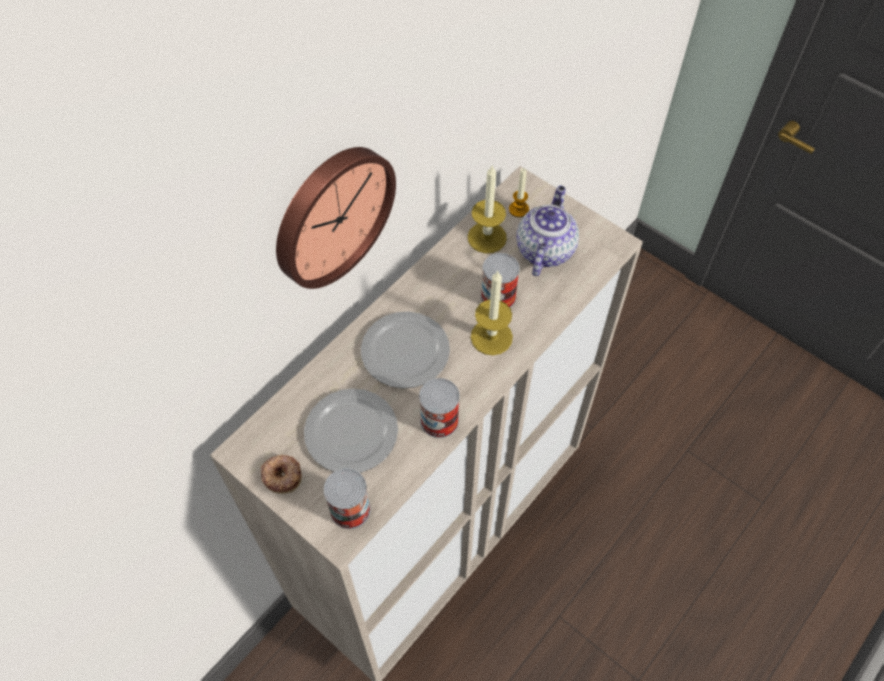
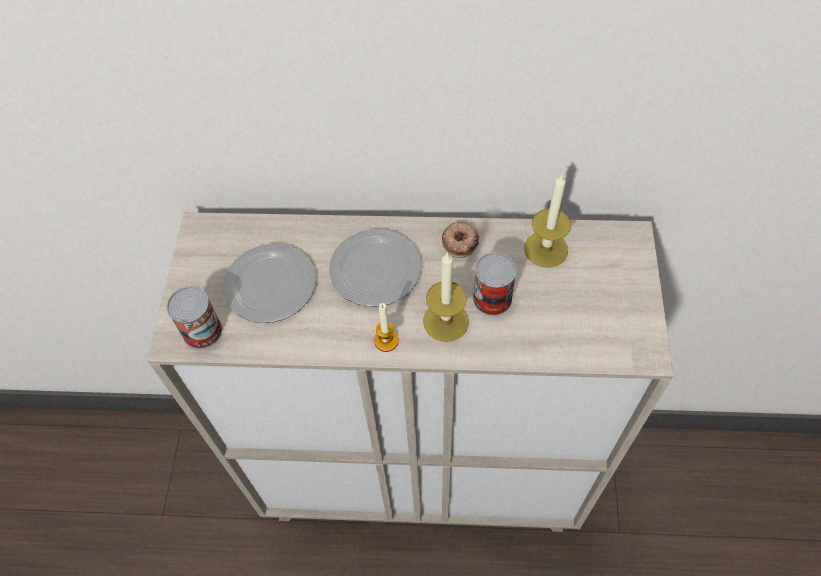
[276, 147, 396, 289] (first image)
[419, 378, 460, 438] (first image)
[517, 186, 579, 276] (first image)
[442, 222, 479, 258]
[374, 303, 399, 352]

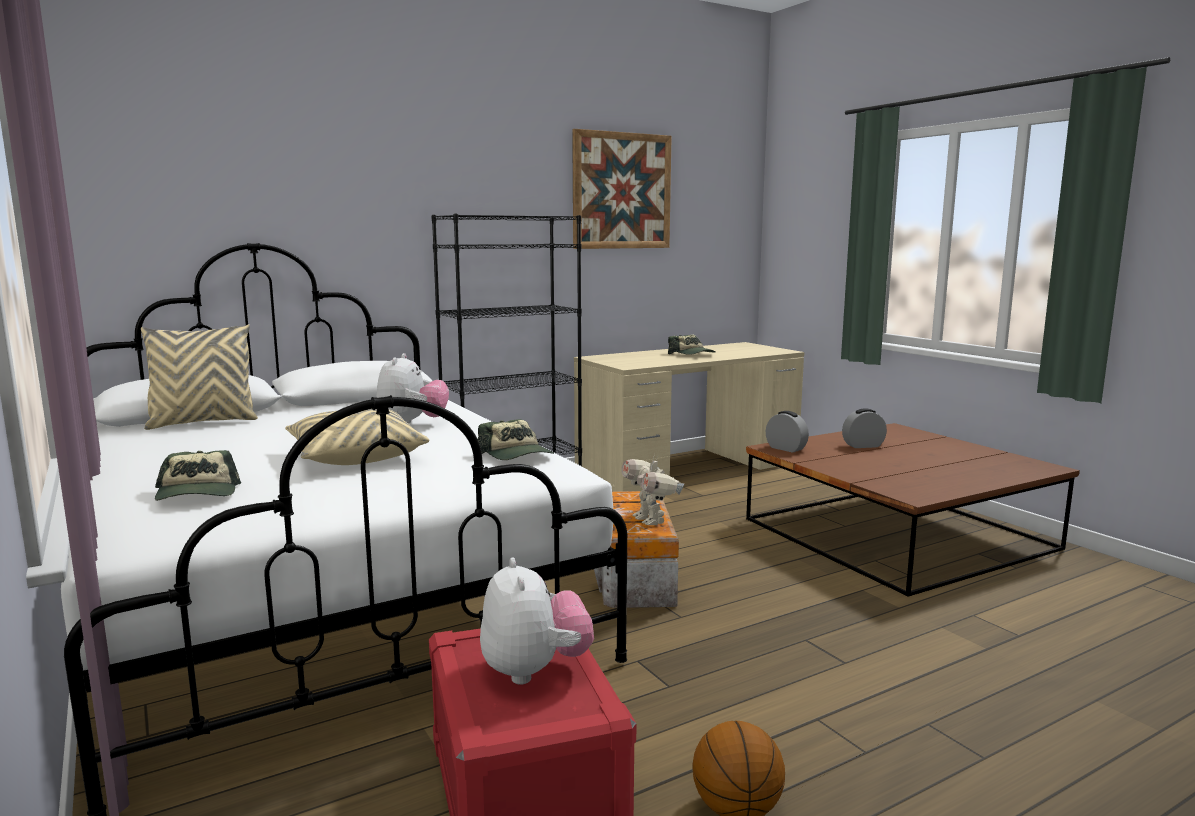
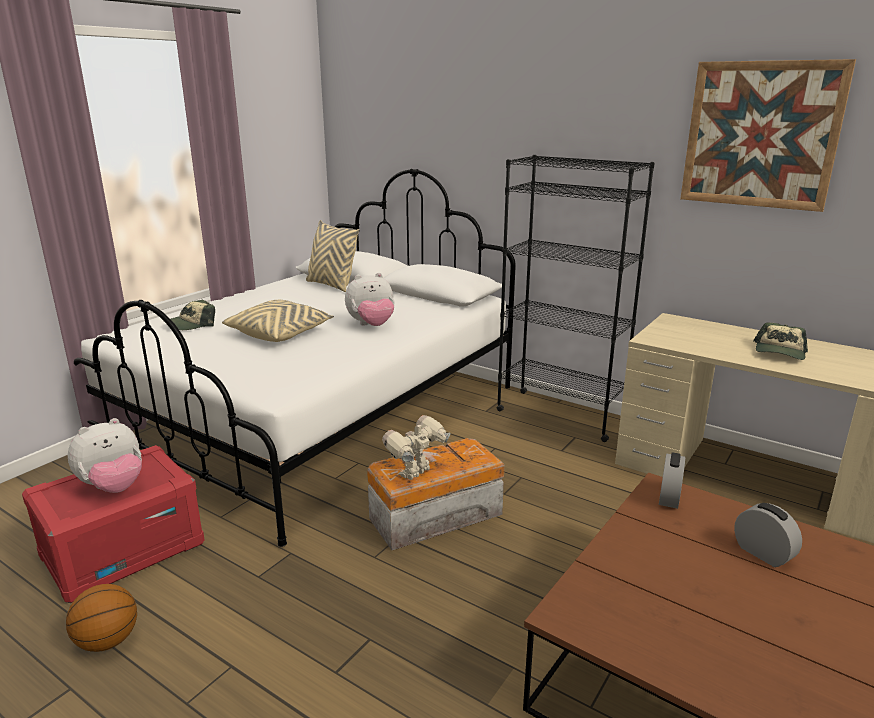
[478, 419, 554, 460] (first image)

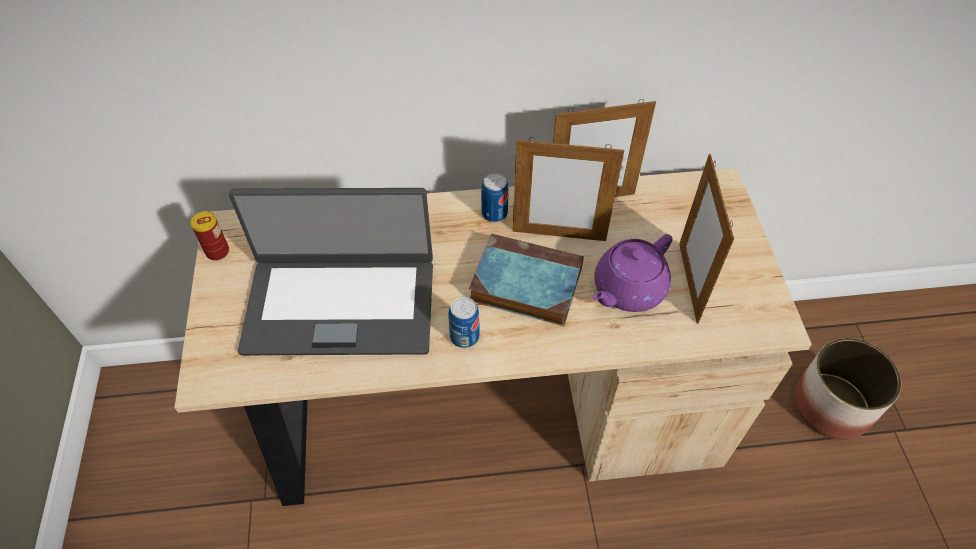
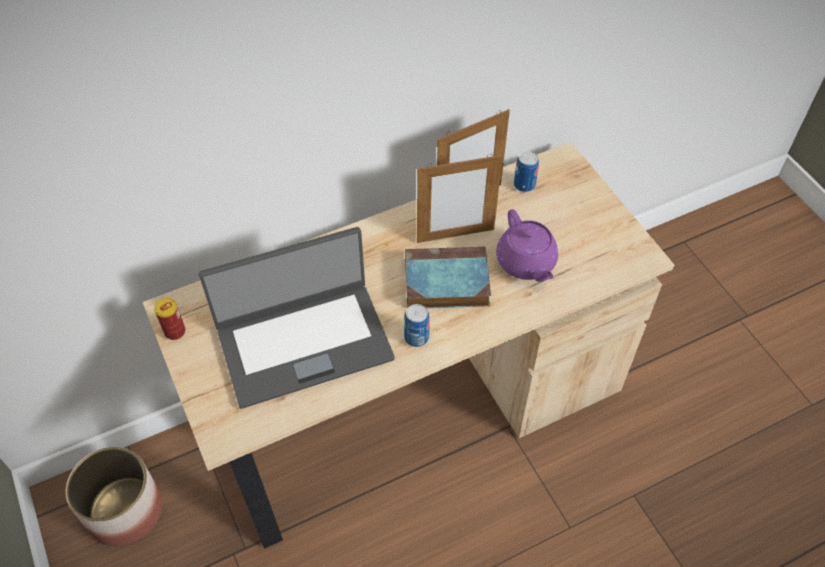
[679, 154, 734, 324] (first image)
[514, 151, 539, 192]
[66, 447, 163, 546]
[496, 209, 558, 282]

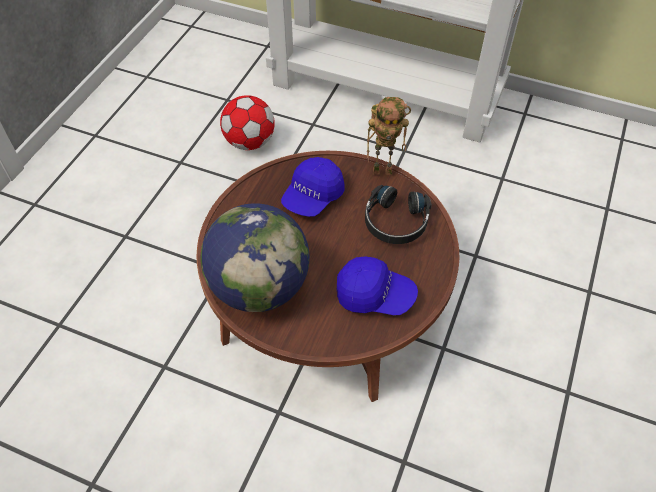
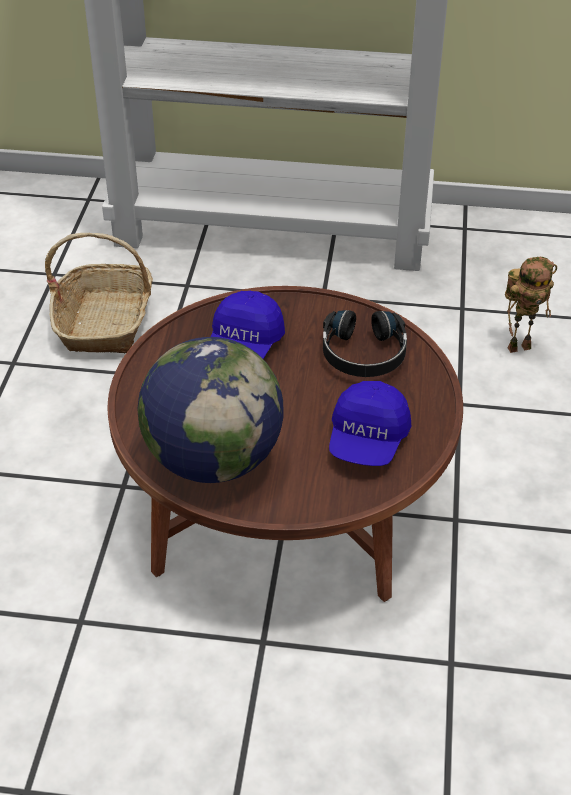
[505, 257, 557, 353]
[45, 233, 153, 353]
[329, 381, 412, 466]

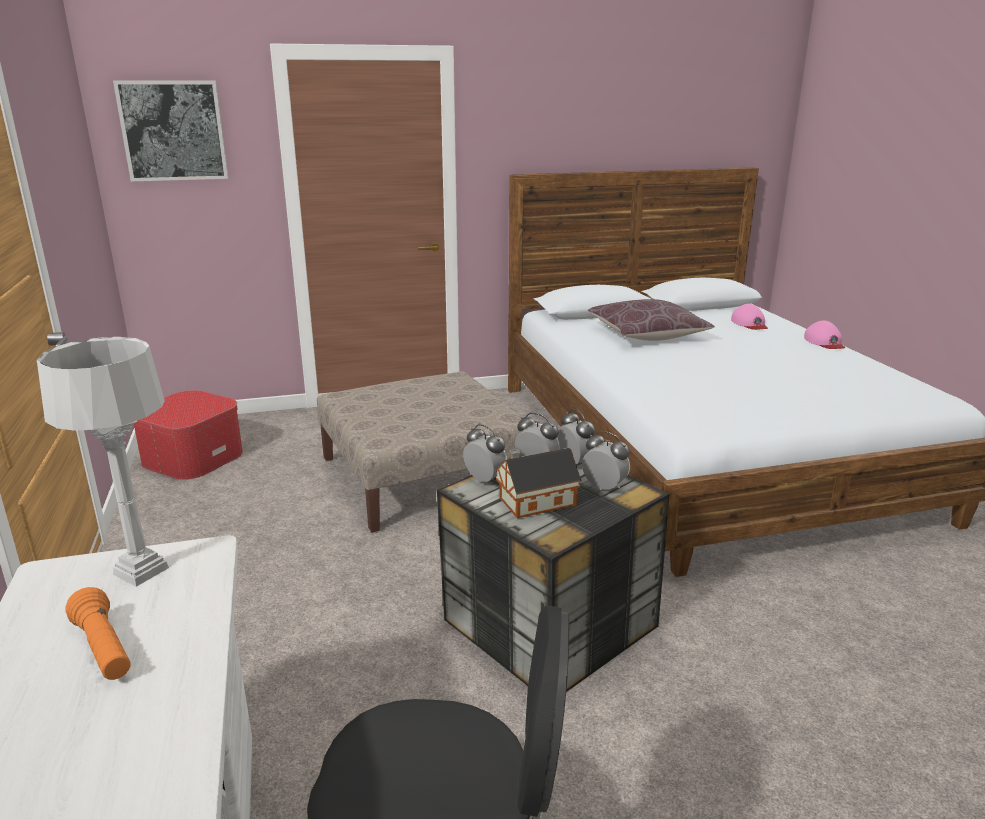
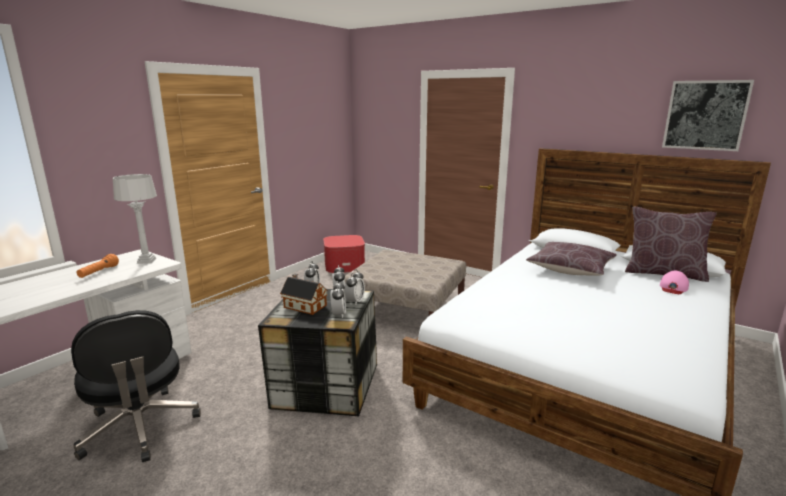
[804, 320, 845, 349] (first image)
[625, 207, 716, 282]
[662, 80, 754, 151]

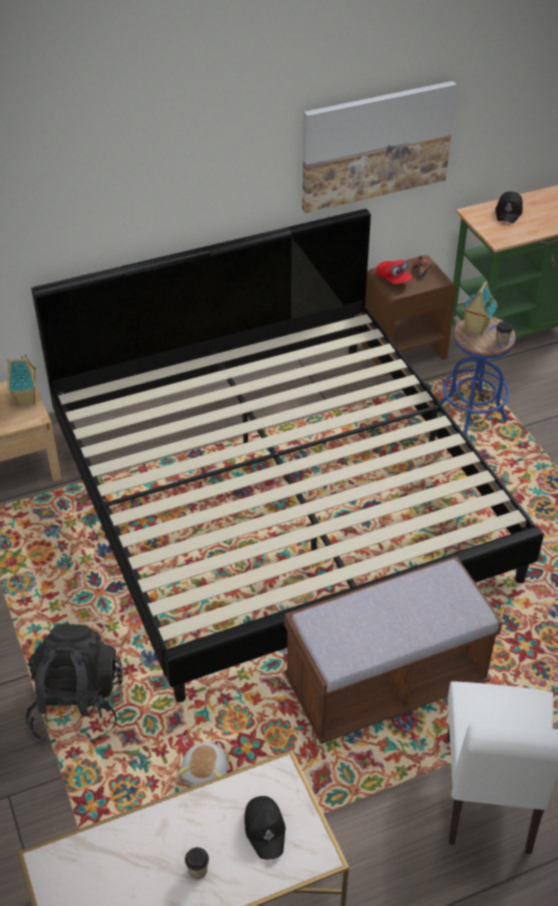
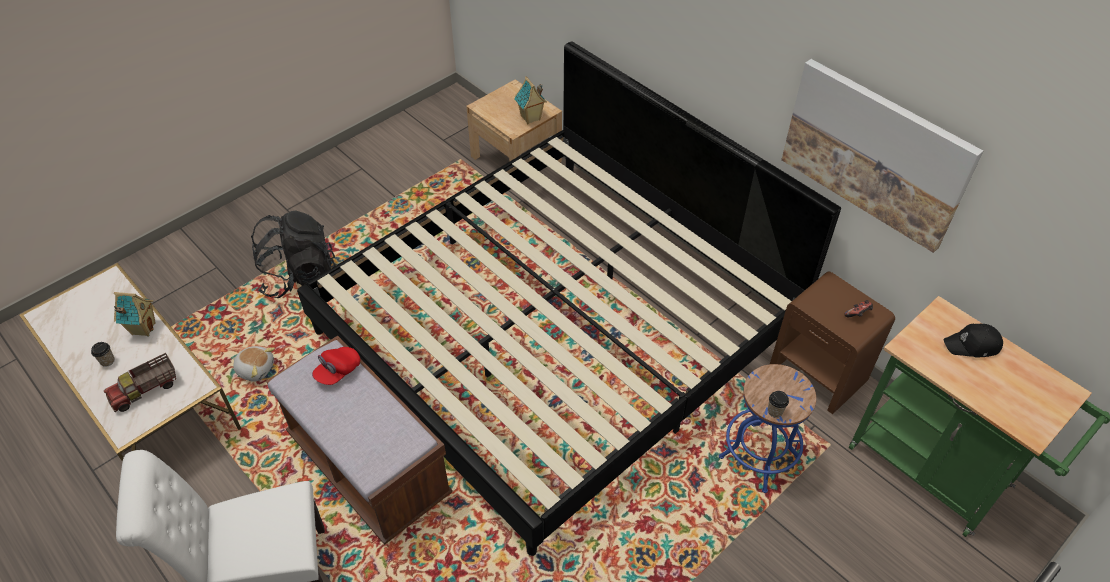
[312, 347, 360, 385]
[114, 292, 156, 337]
[104, 353, 176, 412]
[233, 346, 275, 382]

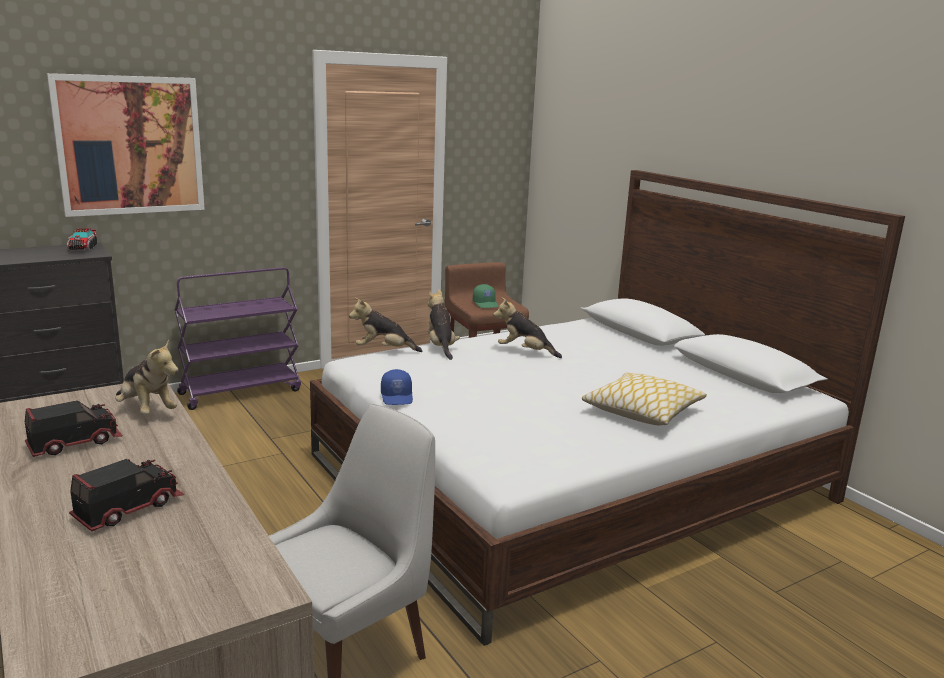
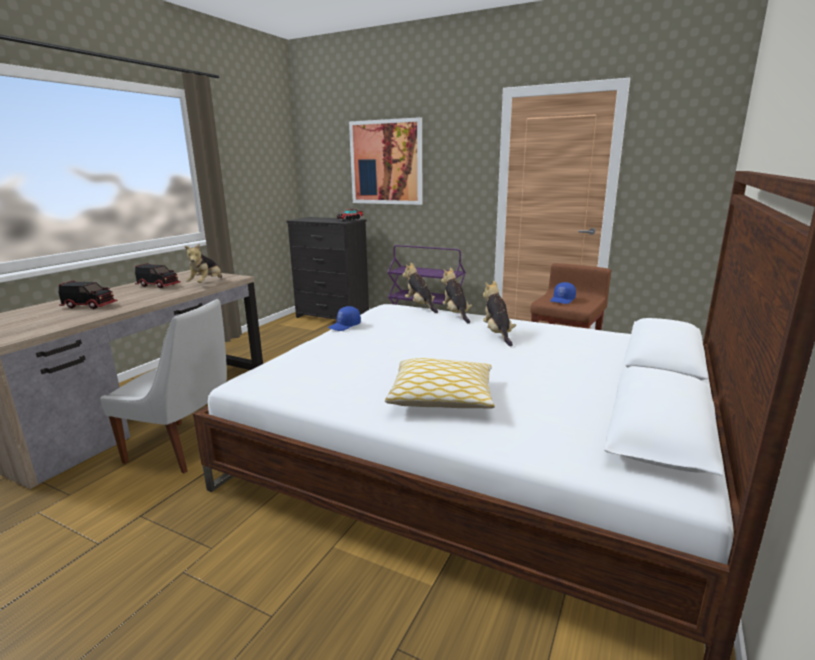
[550, 282, 576, 304]
[441, 268, 472, 324]

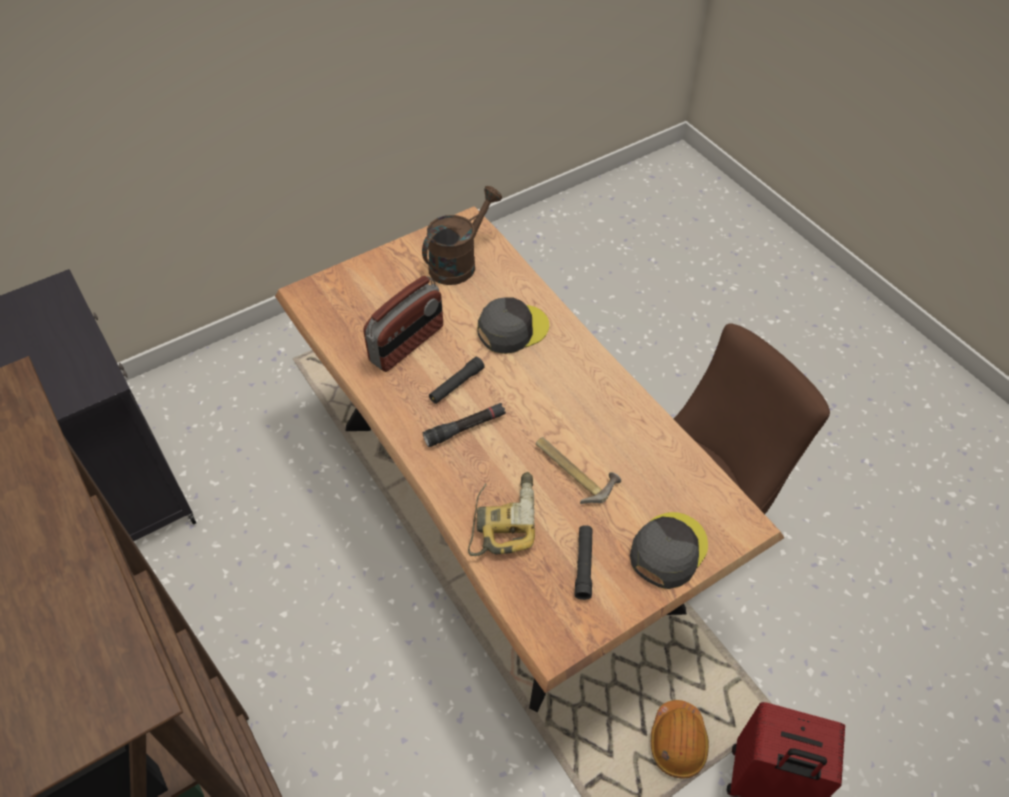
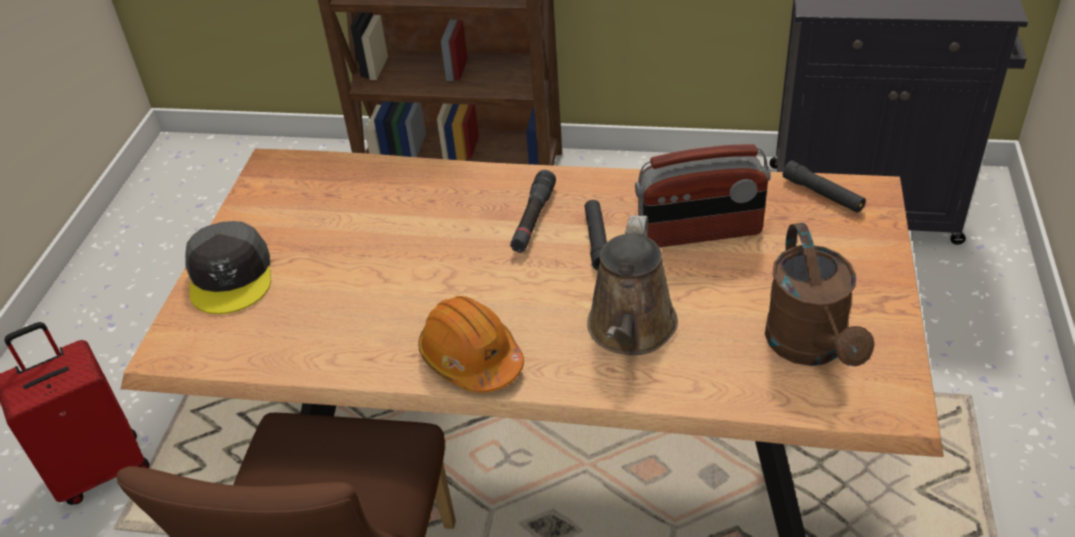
[468, 472, 535, 556] (first image)
[536, 437, 621, 504] (first image)
[783, 161, 866, 213]
[418, 296, 524, 393]
[587, 215, 678, 355]
[635, 144, 771, 247]

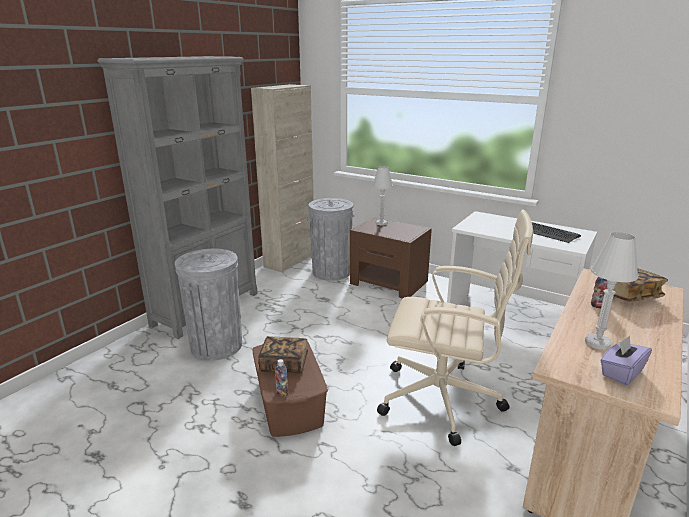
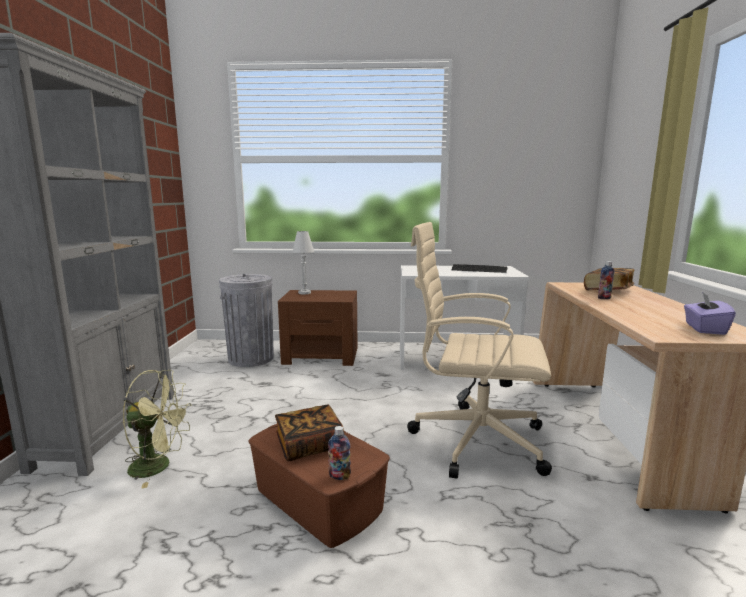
[251, 84, 314, 273] (first image)
[585, 232, 638, 350] (first image)
[123, 370, 192, 489]
[407, 222, 552, 479]

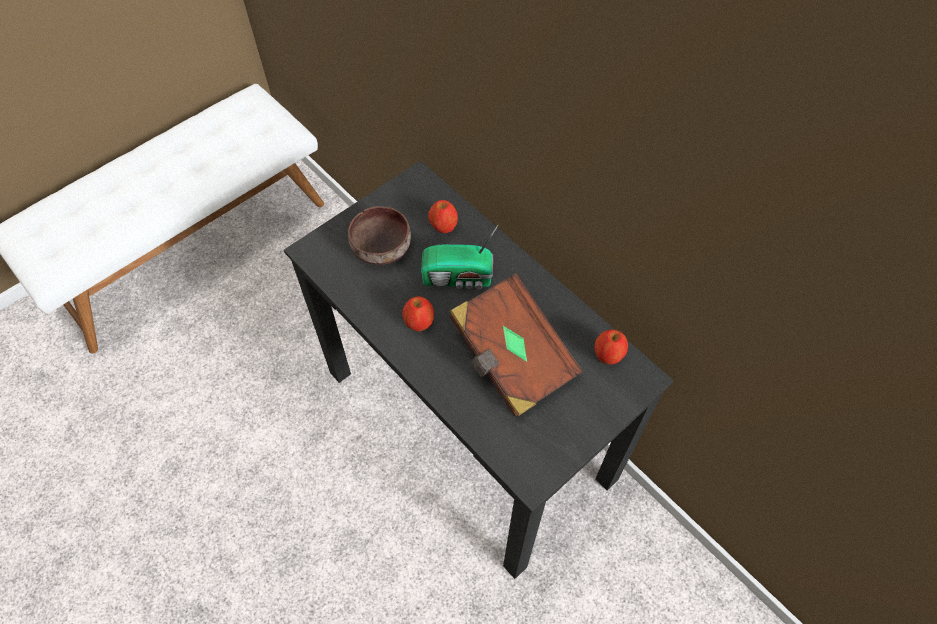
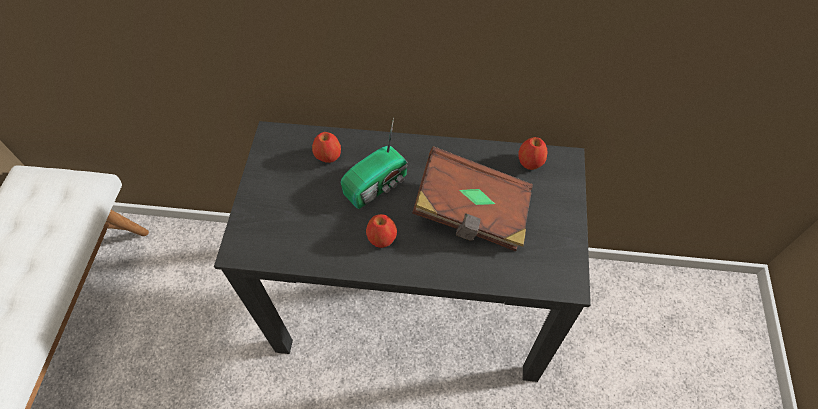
[348, 206, 411, 265] (first image)

